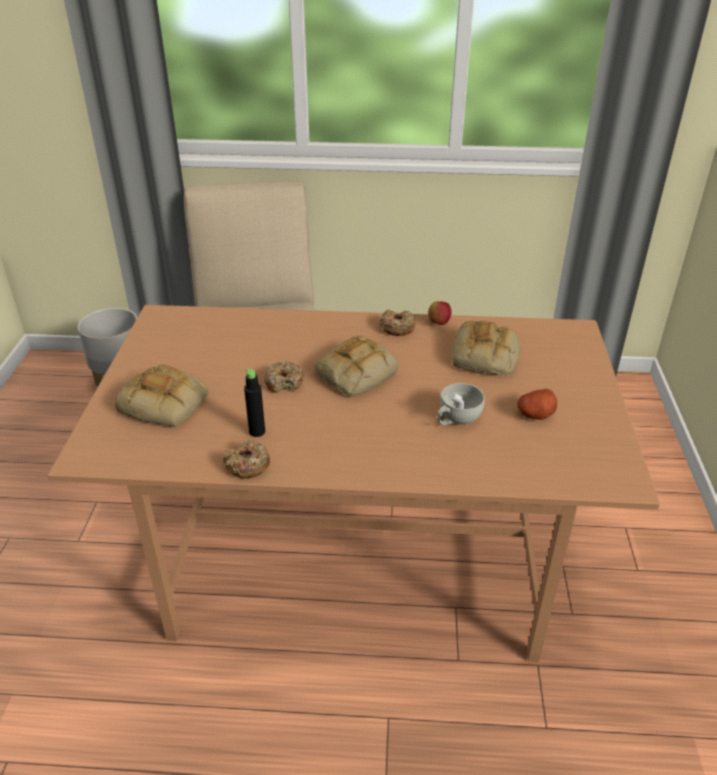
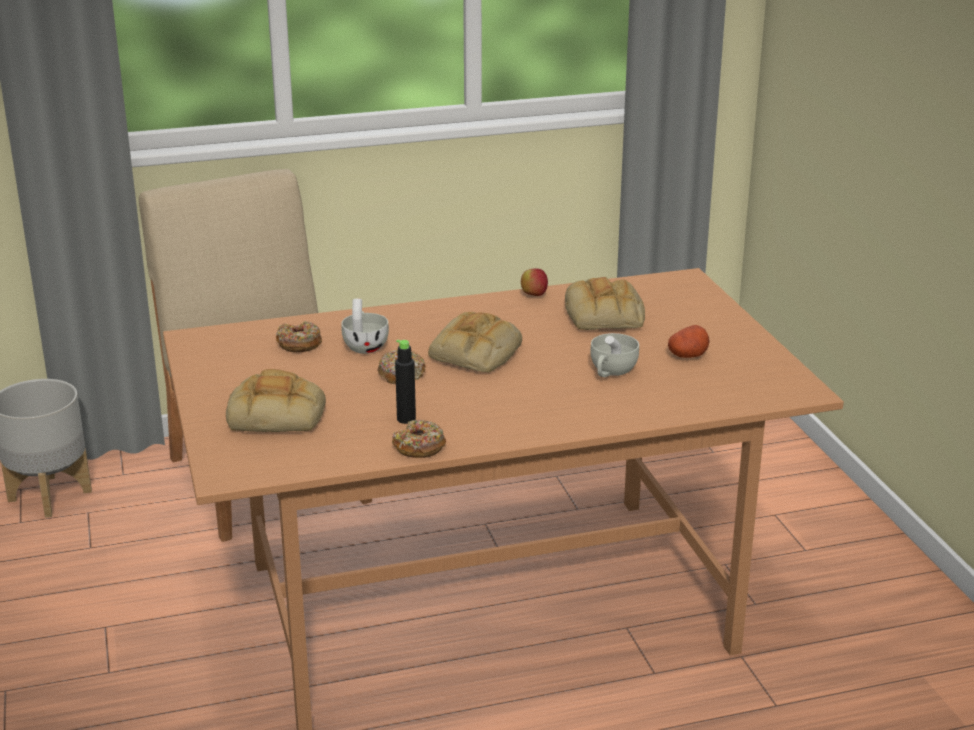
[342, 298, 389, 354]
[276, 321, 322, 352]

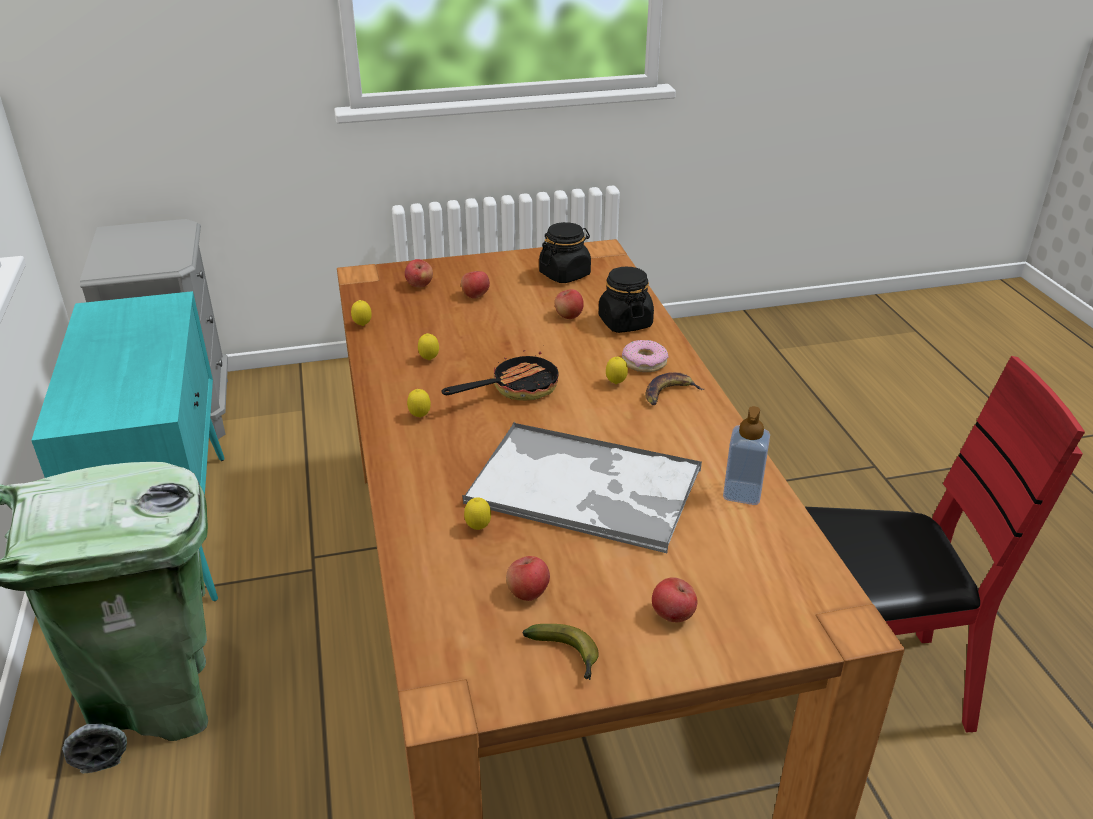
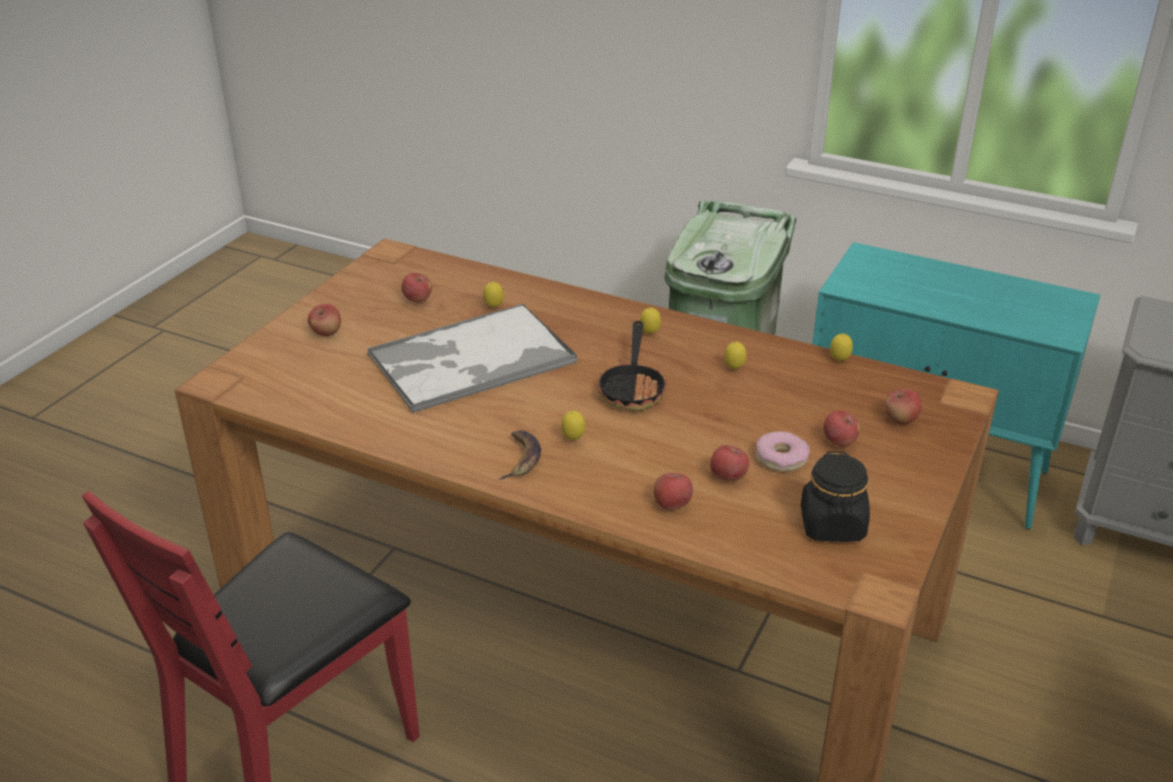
[522, 624, 599, 680] (first image)
[723, 406, 770, 505] (first image)
[756, 431, 810, 472]
[653, 473, 693, 511]

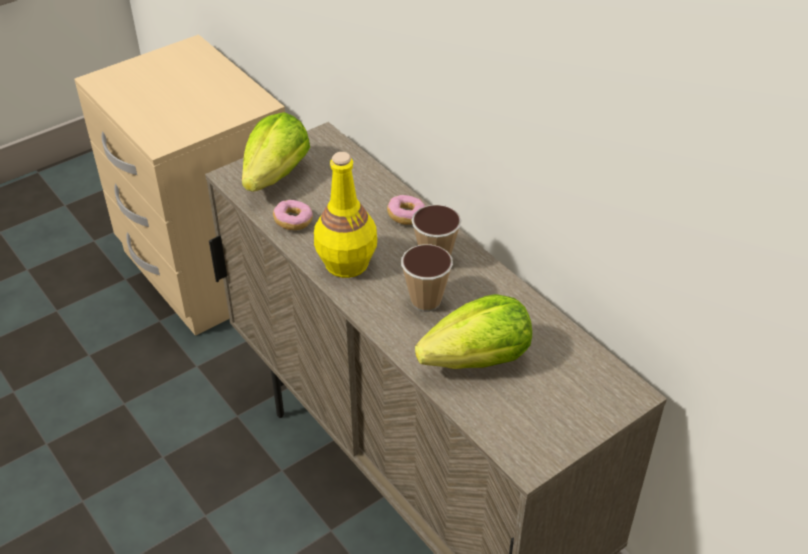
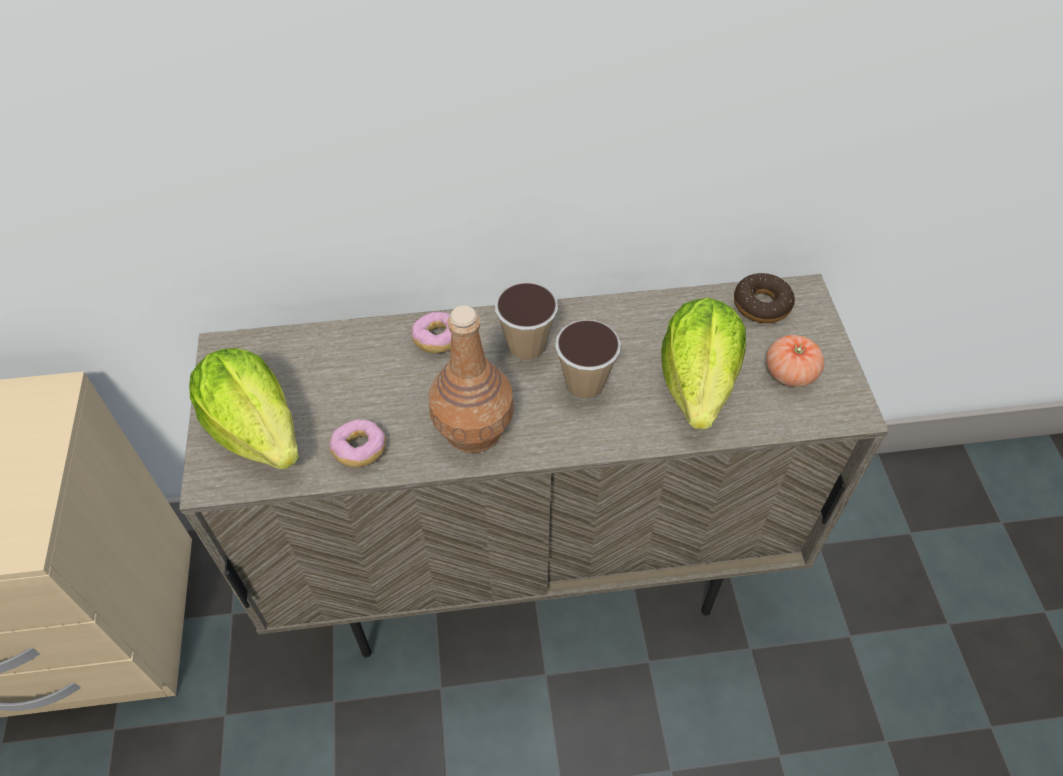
[734, 273, 795, 323]
[766, 335, 824, 387]
[429, 305, 514, 453]

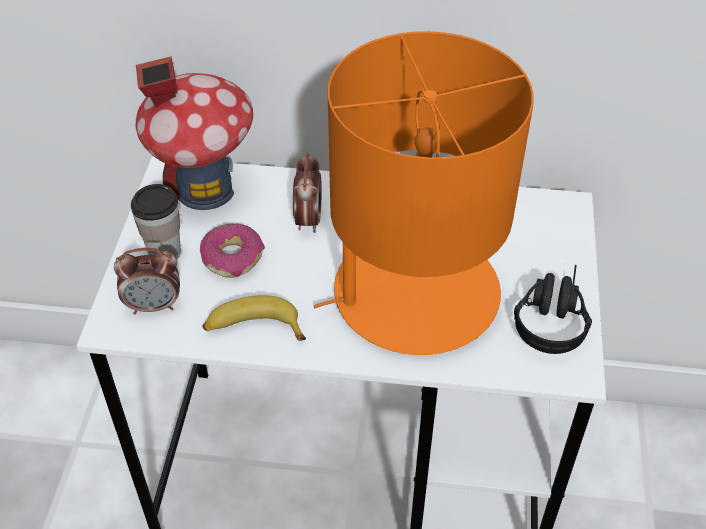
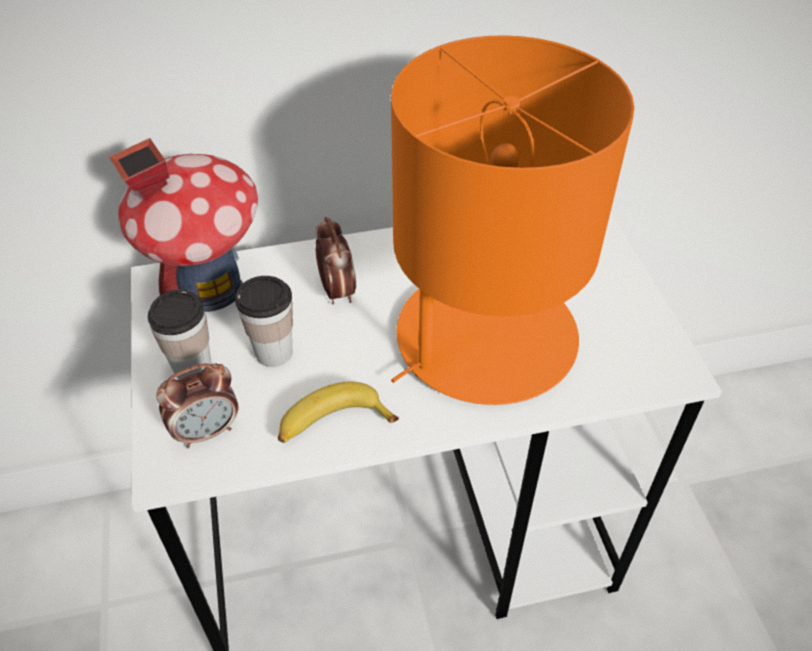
[514, 265, 592, 354] (first image)
[235, 276, 293, 367]

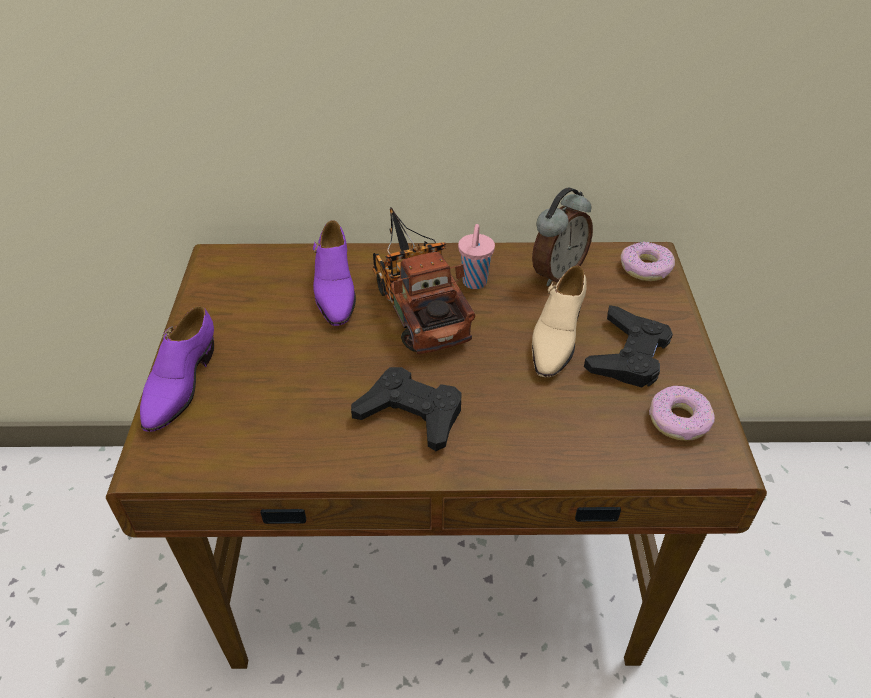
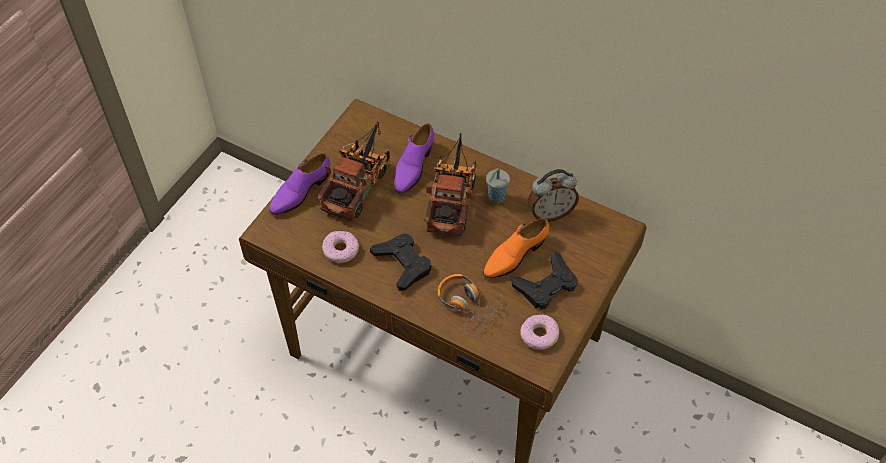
[317, 121, 391, 221]
[437, 274, 503, 337]
[322, 231, 359, 263]
[486, 168, 510, 204]
[483, 218, 549, 279]

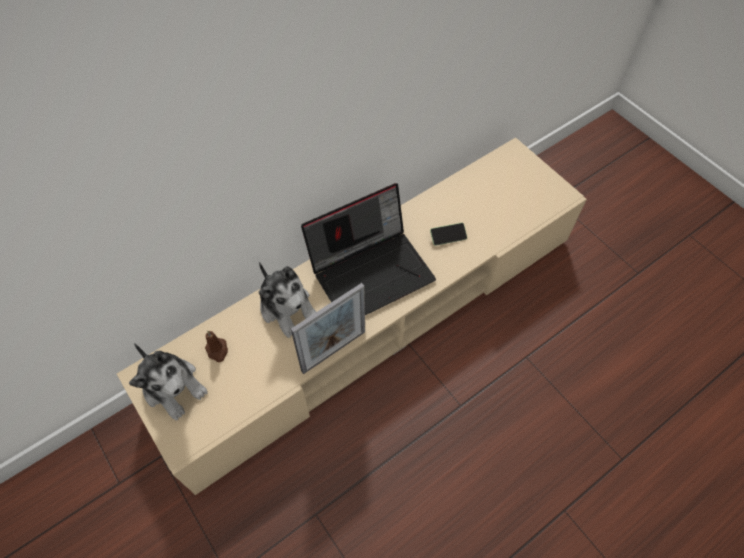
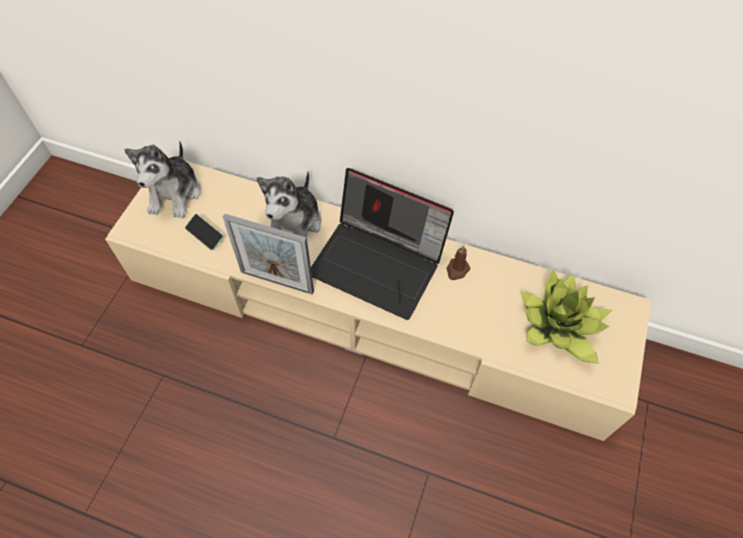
[521, 269, 612, 364]
[446, 246, 470, 280]
[185, 214, 224, 250]

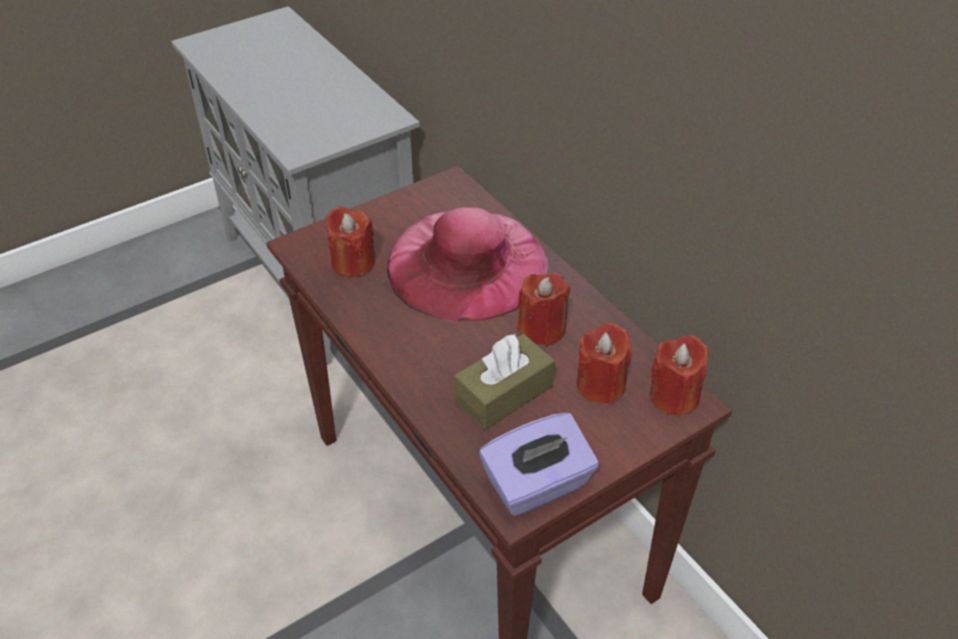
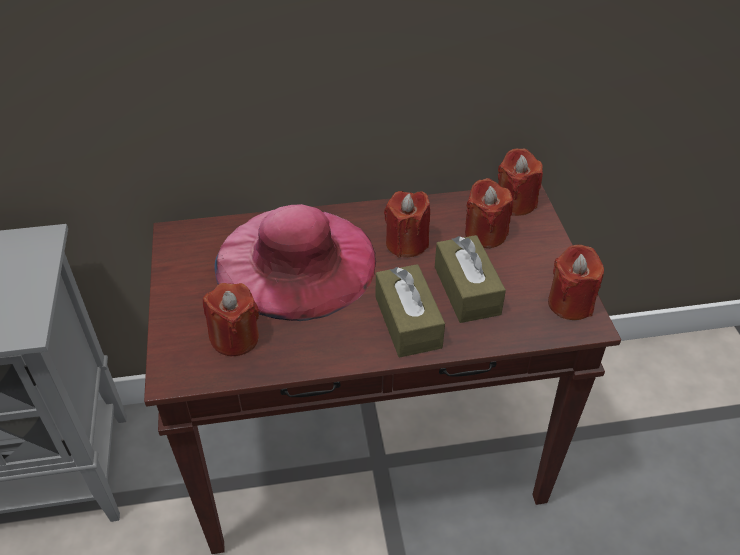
[376, 264, 445, 357]
[548, 245, 604, 320]

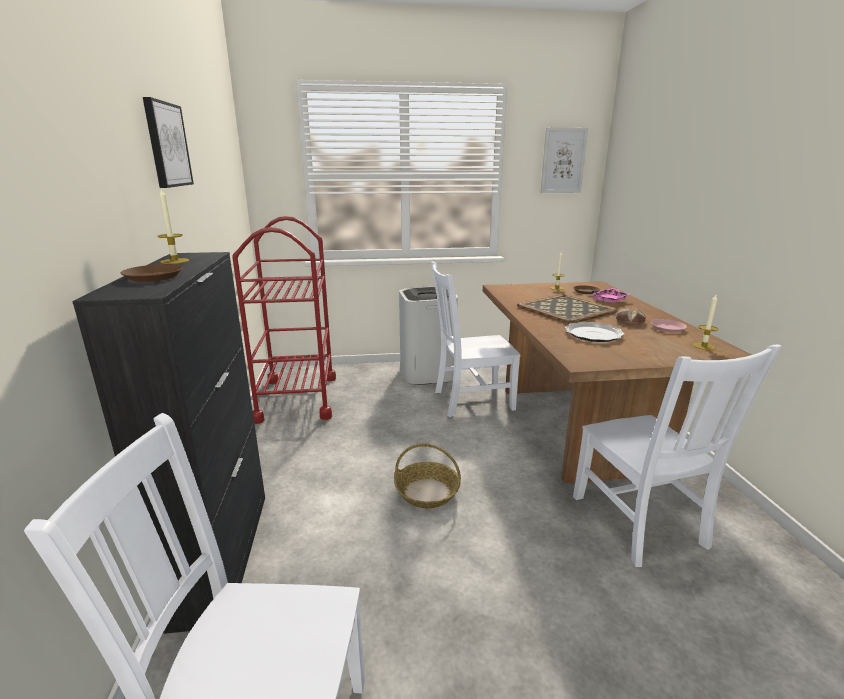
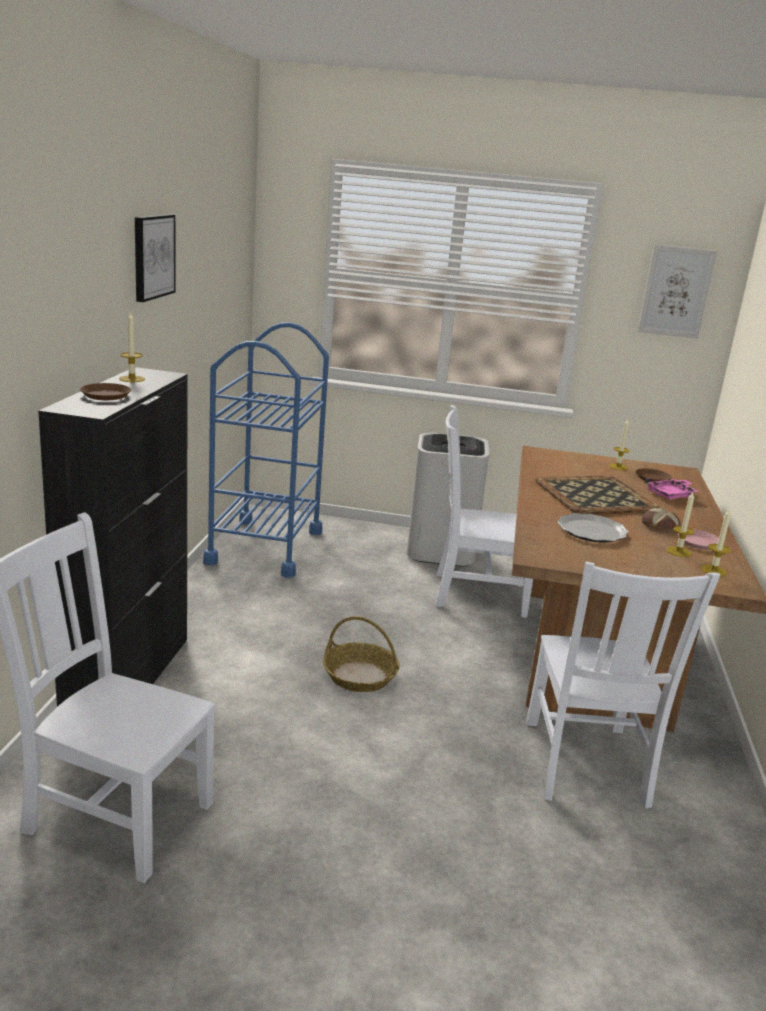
[666, 492, 695, 557]
[203, 322, 329, 578]

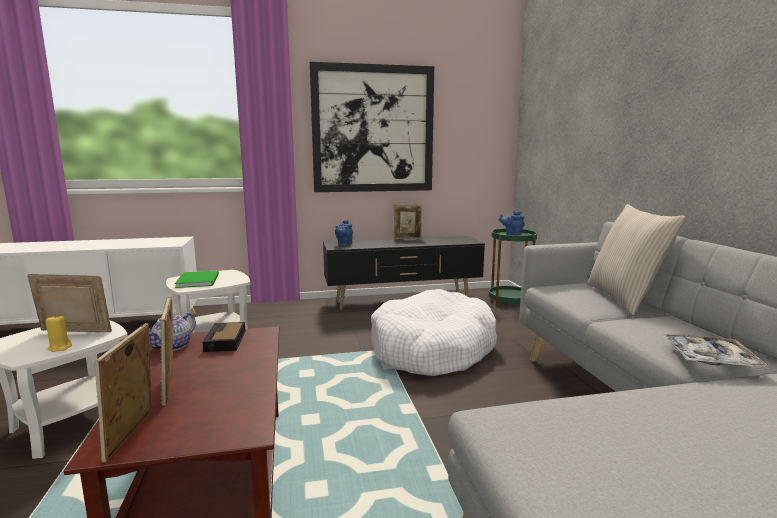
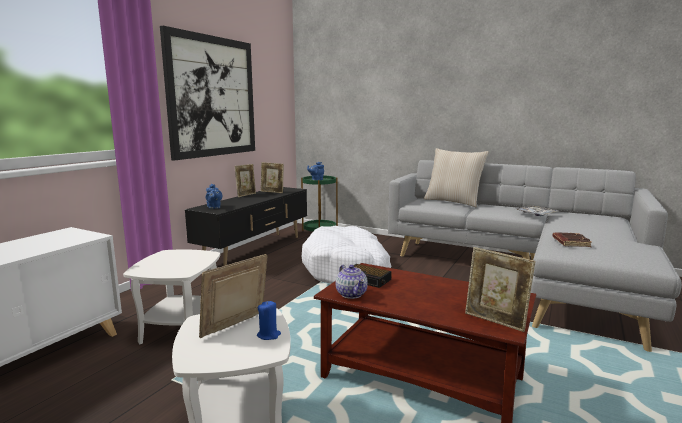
[175, 270, 219, 288] (first image)
[553, 232, 592, 247]
[261, 162, 284, 193]
[257, 301, 281, 340]

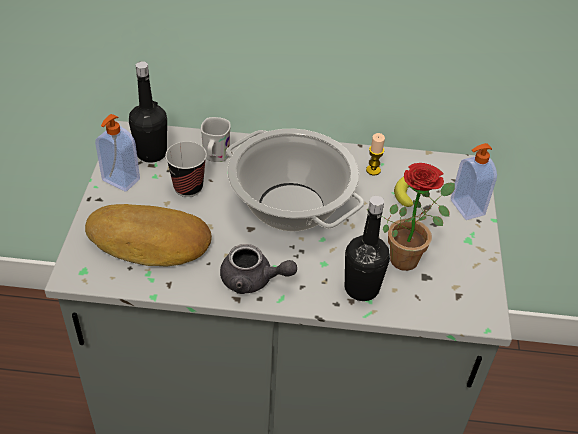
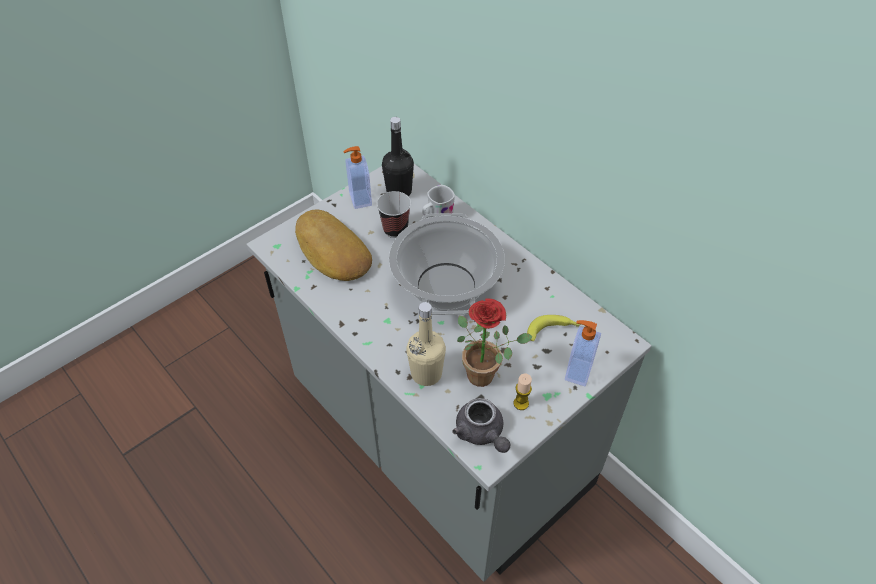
[452, 398, 510, 453]
[513, 373, 532, 410]
[406, 302, 446, 386]

